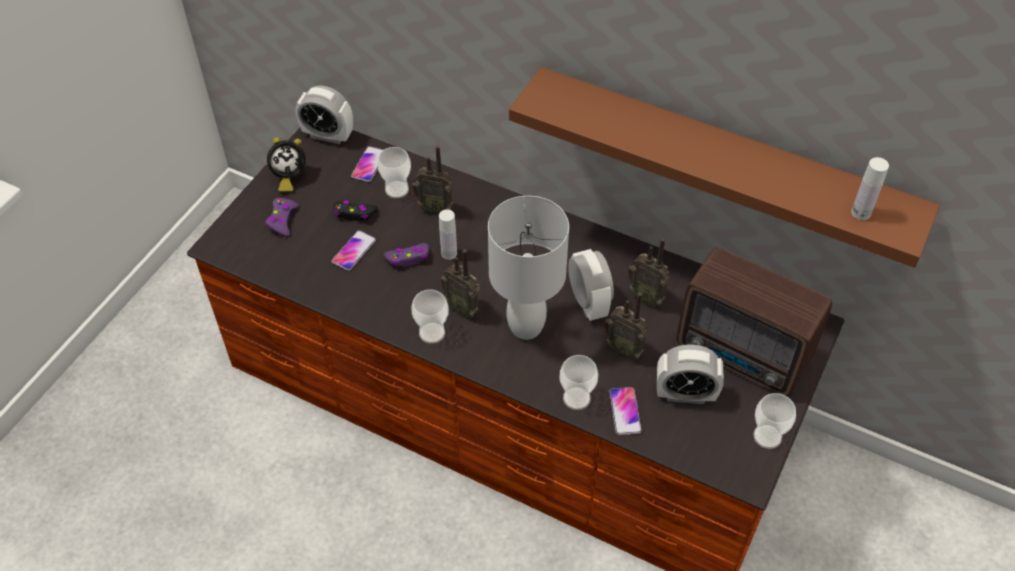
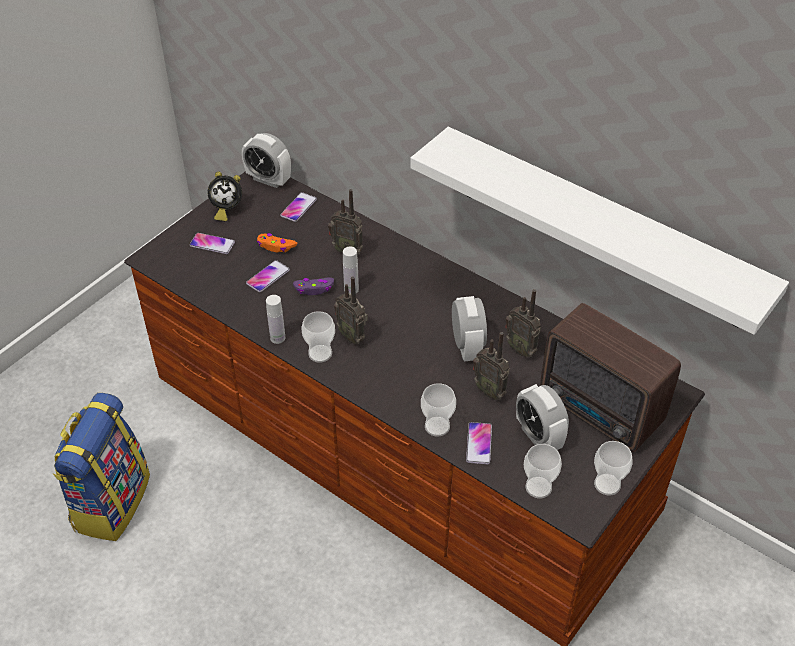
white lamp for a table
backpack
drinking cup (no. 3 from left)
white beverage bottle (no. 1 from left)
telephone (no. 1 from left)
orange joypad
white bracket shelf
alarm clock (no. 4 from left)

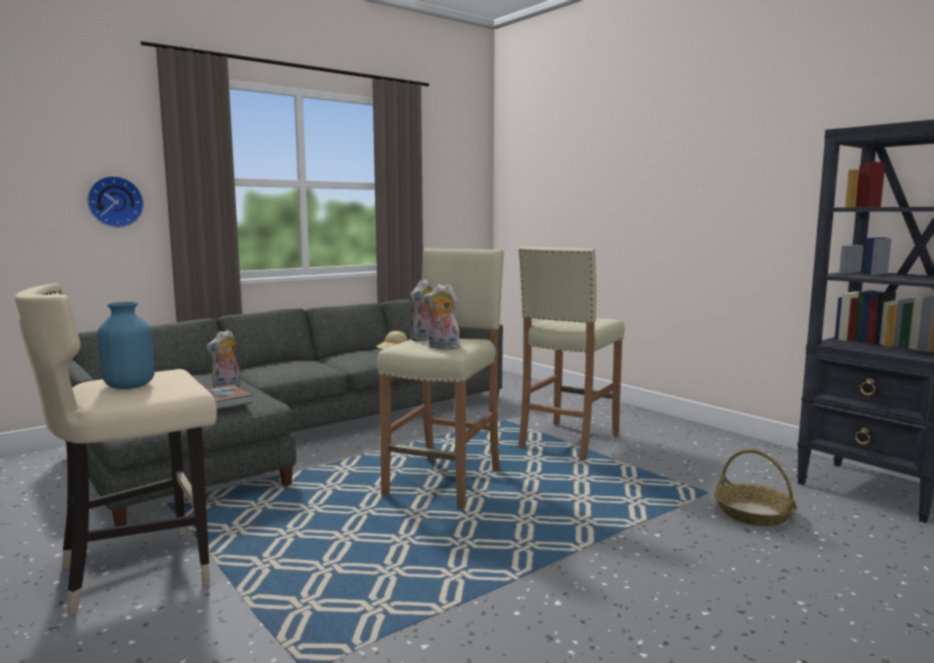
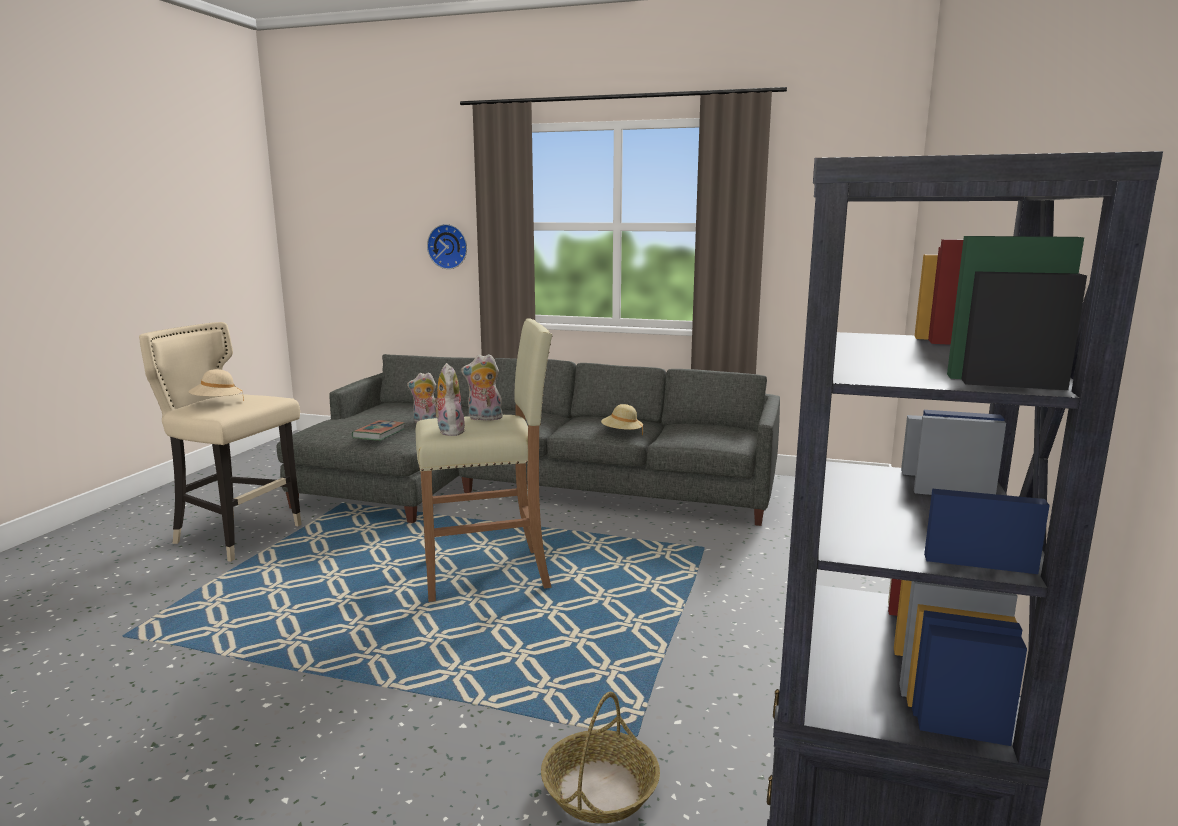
beige-coloured sitting stool (no. 3 from left in the first image)
beige-coloured clothing hat (no. 1 from left)

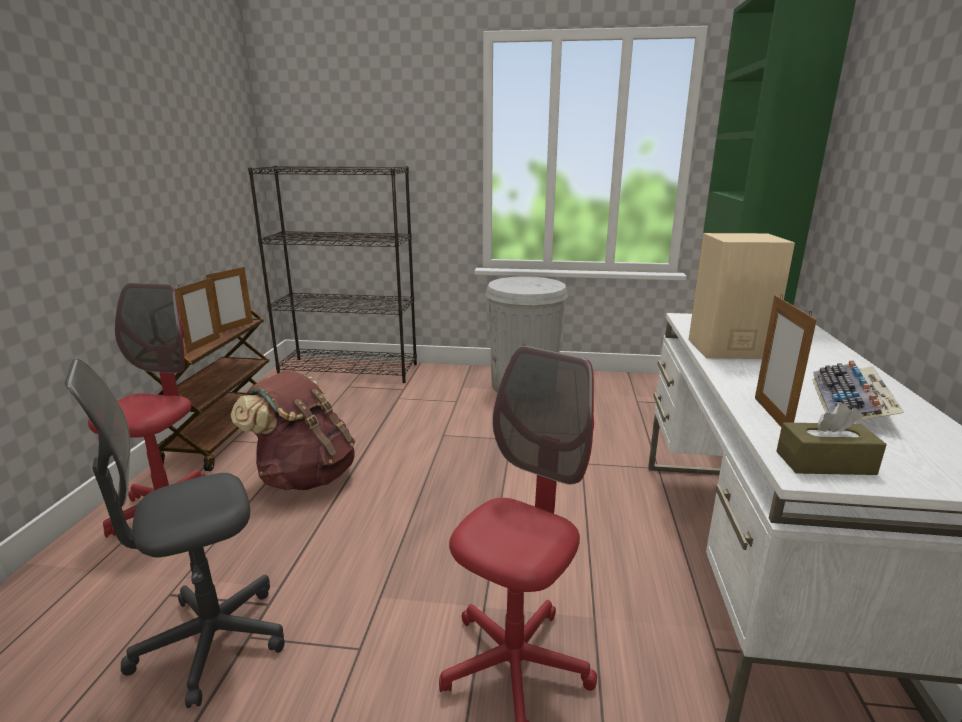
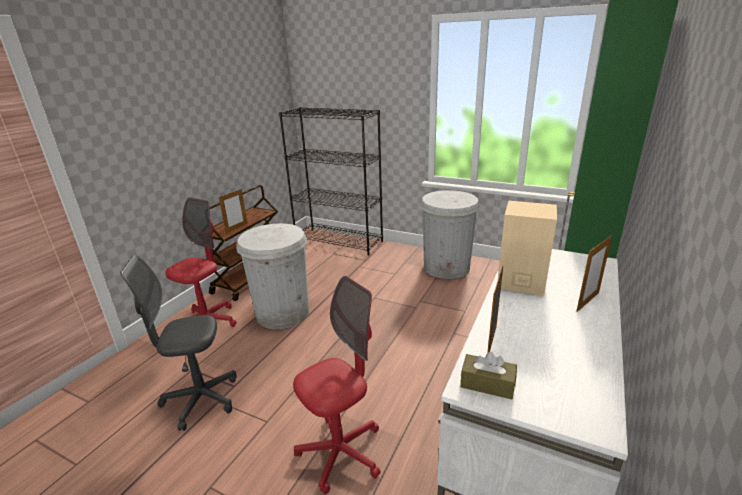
PC keyboard
standing frame (no. 3 from left)
white trash can (no. 1 from left)

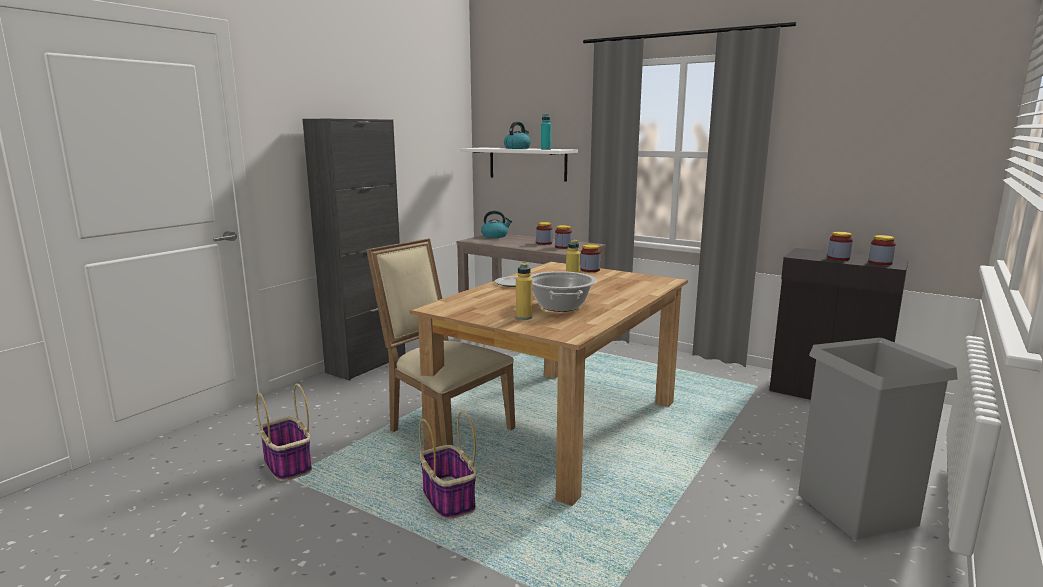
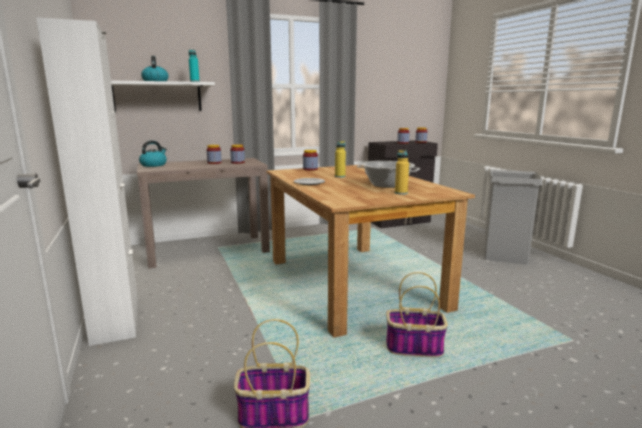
beige-coloured chair
white cupboard

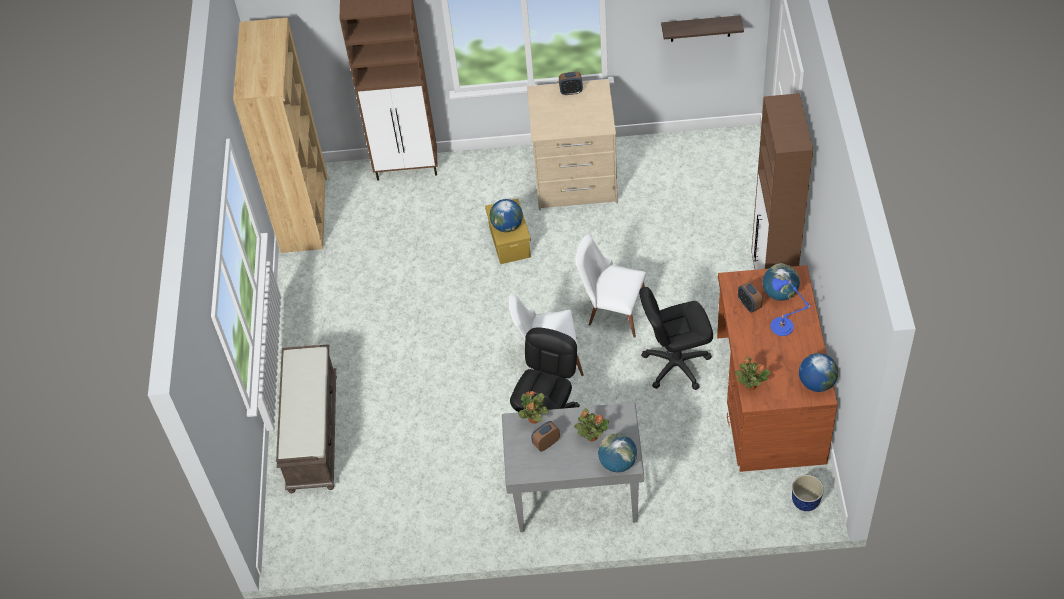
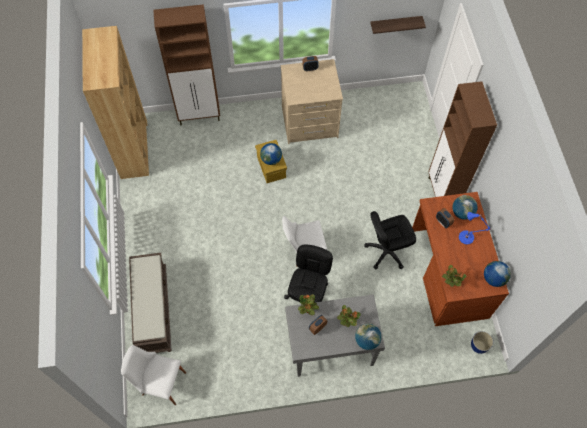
white chair (no. 1 from left)

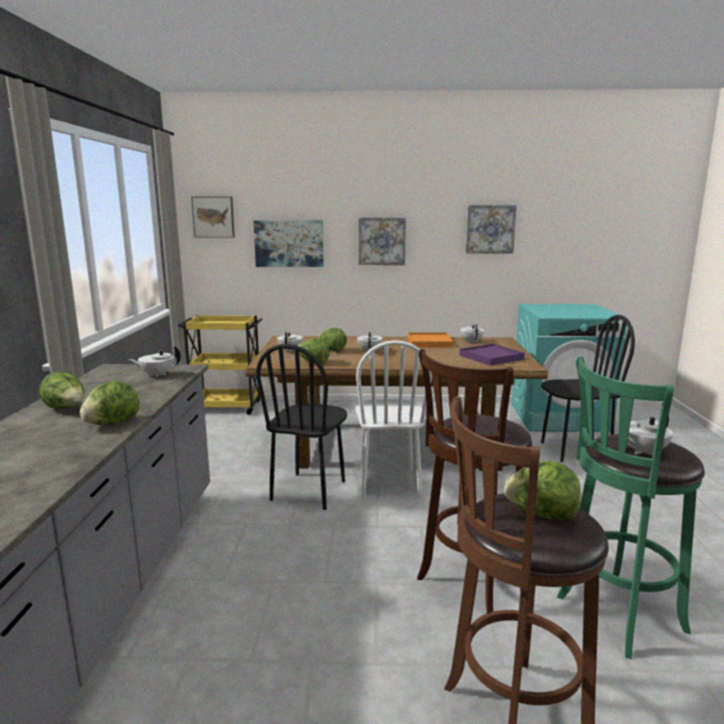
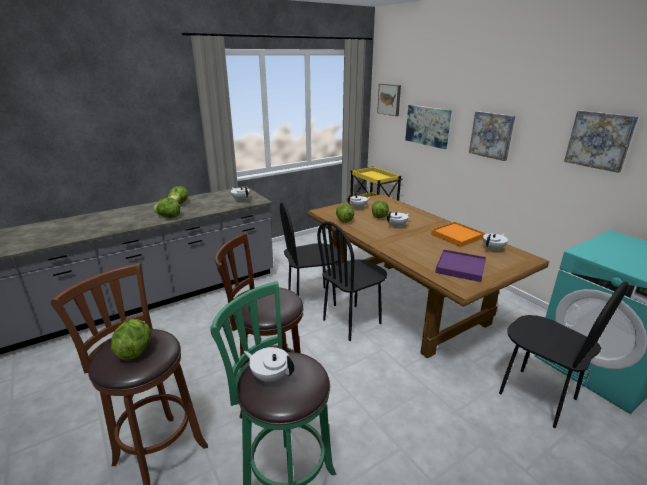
blackish chair (no. 2 from left)

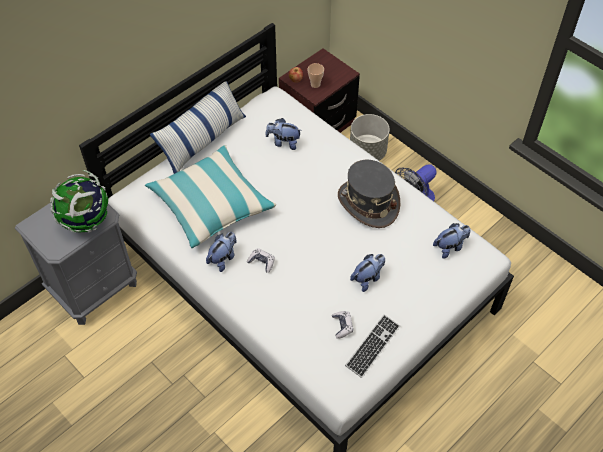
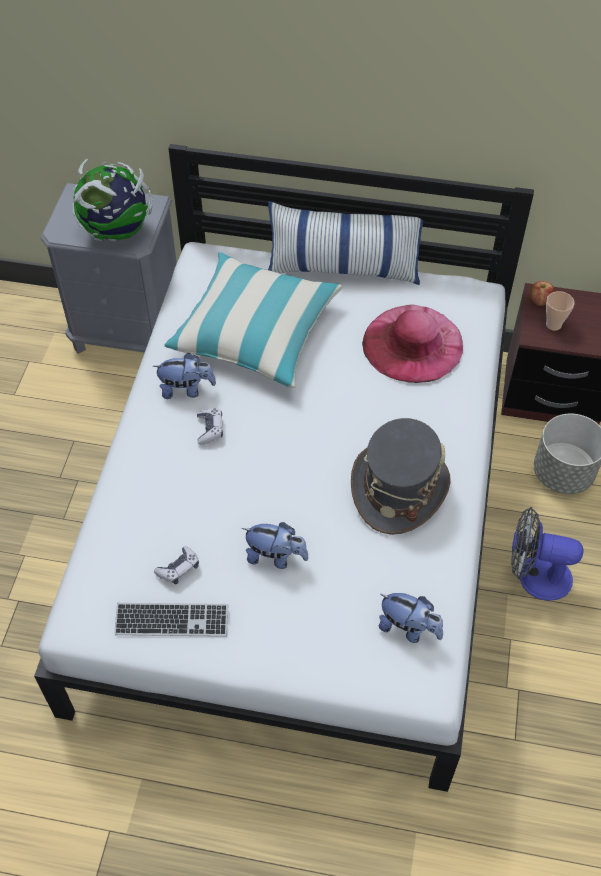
pinkish clothing hat

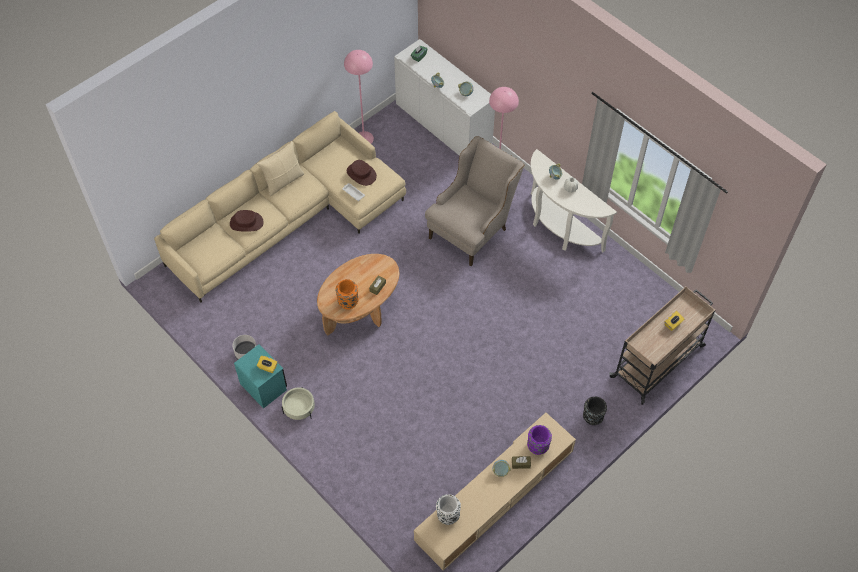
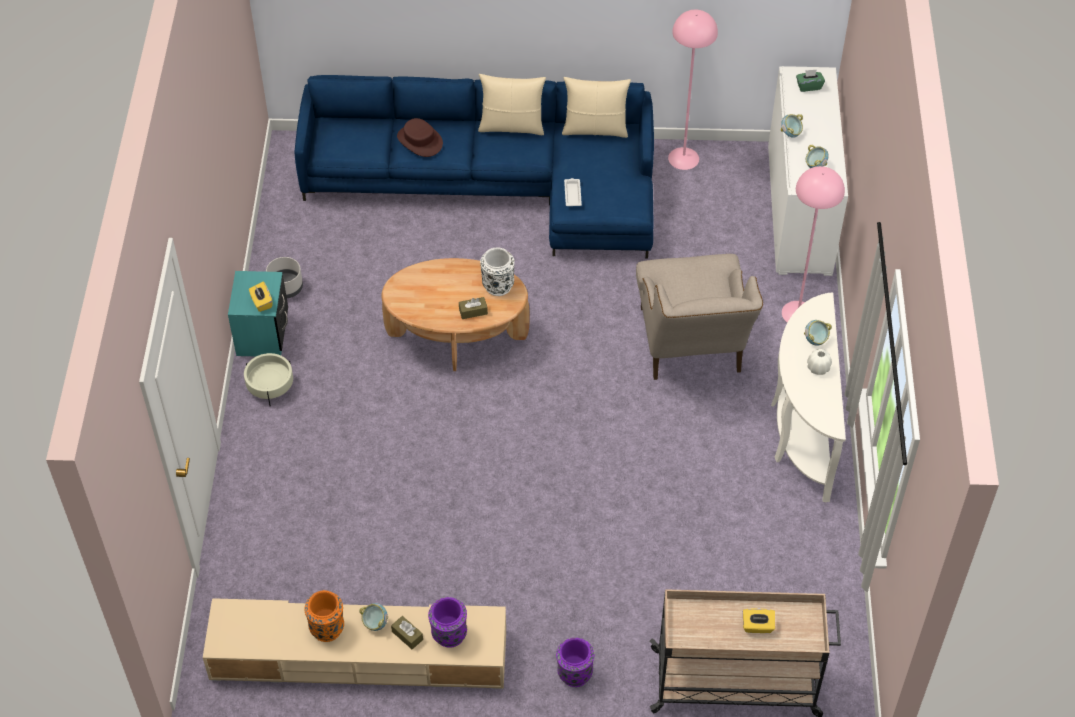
brown-coloured clothing hat (no. 2 from left in the first image)
beige-coloured cushion (no. 2 from left)
orange flower vase
white flower vase (no. 1 from left)
blue-coloured sofa
purple flower vase (no. 2 from left)
beige-coloured easy chair

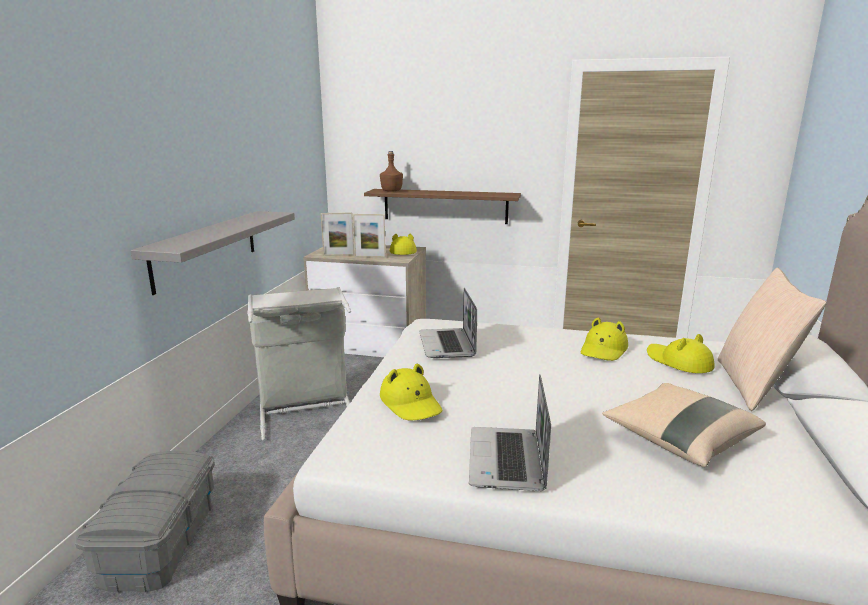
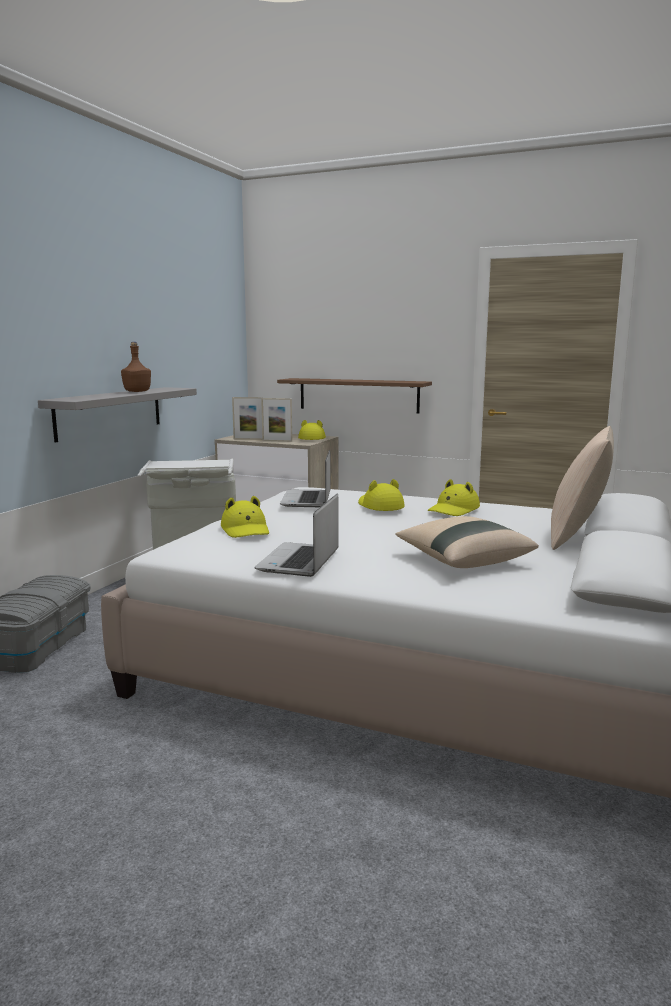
brown-coloured beverage bottle
yellowish clothing hat (no. 3 from left)

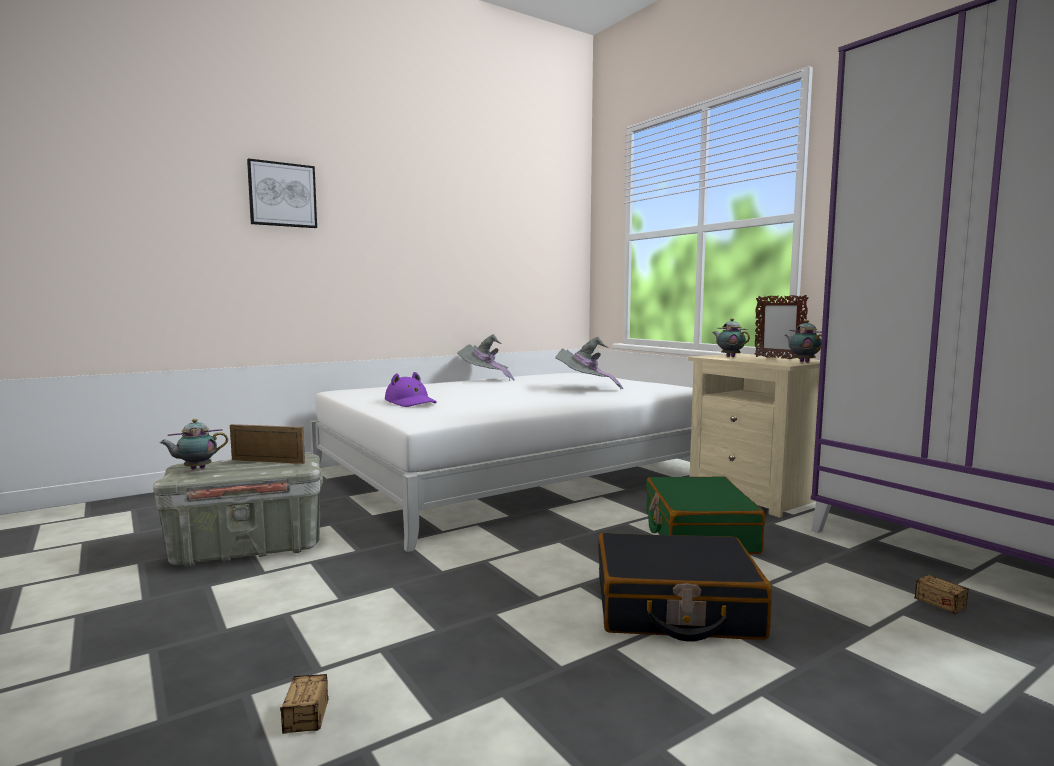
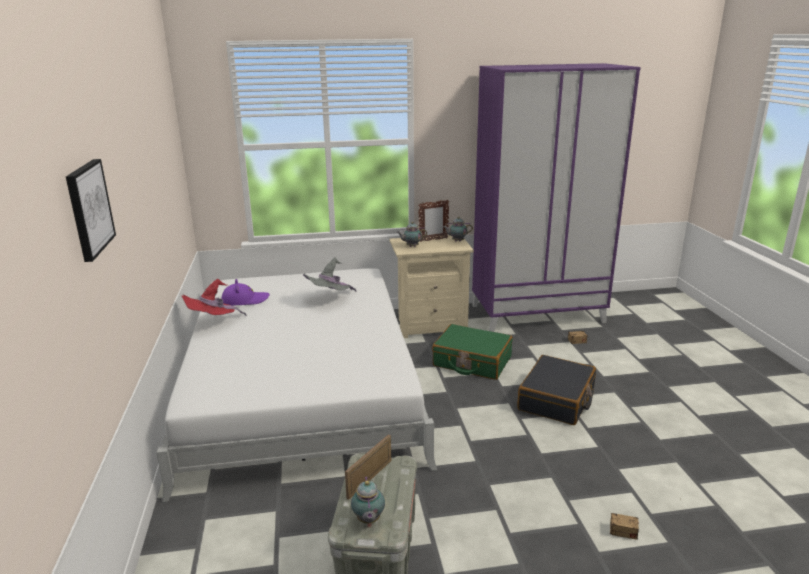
purple clothing hat
red clothing hat

